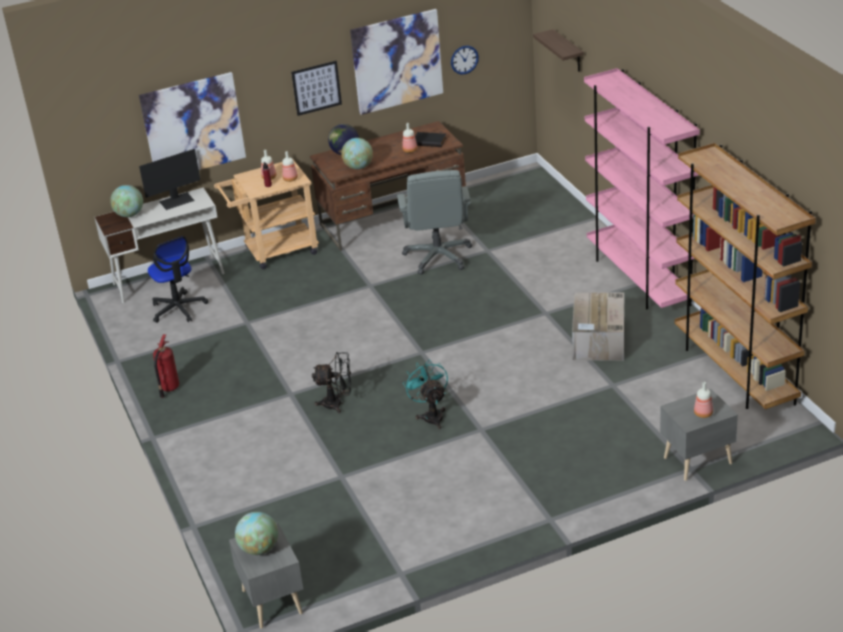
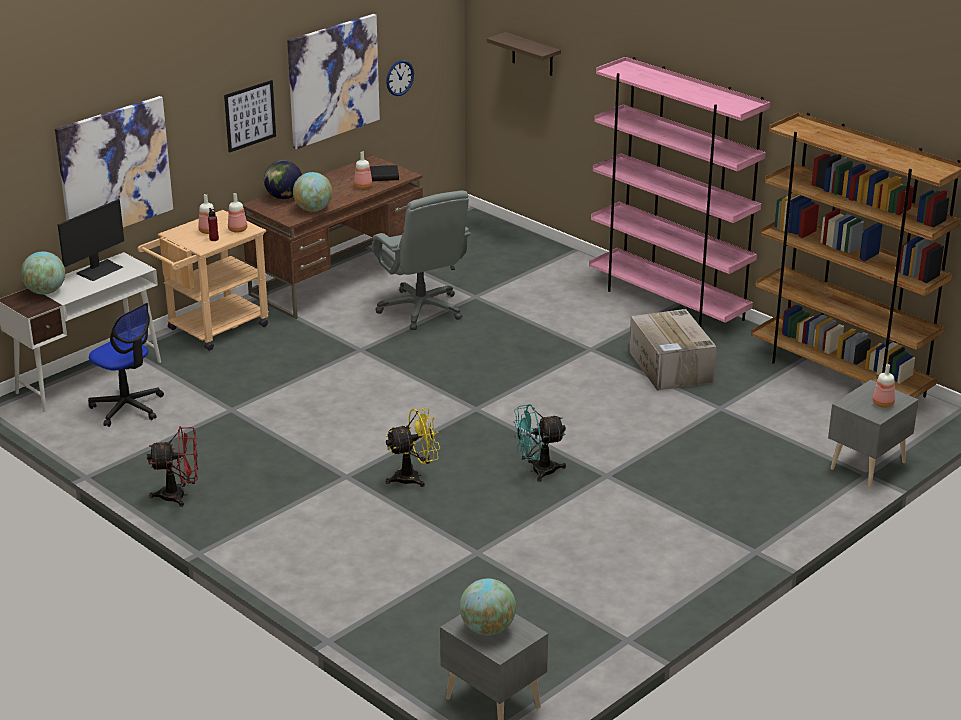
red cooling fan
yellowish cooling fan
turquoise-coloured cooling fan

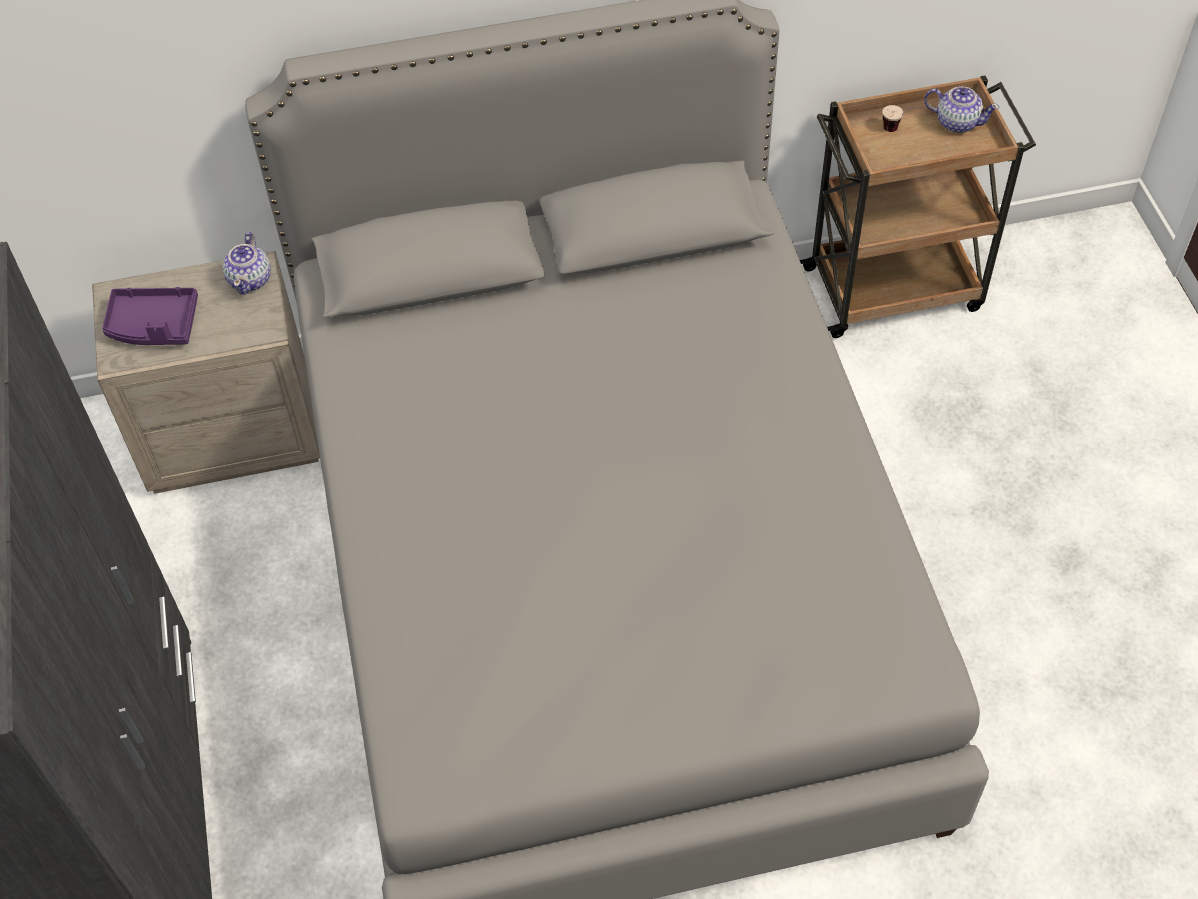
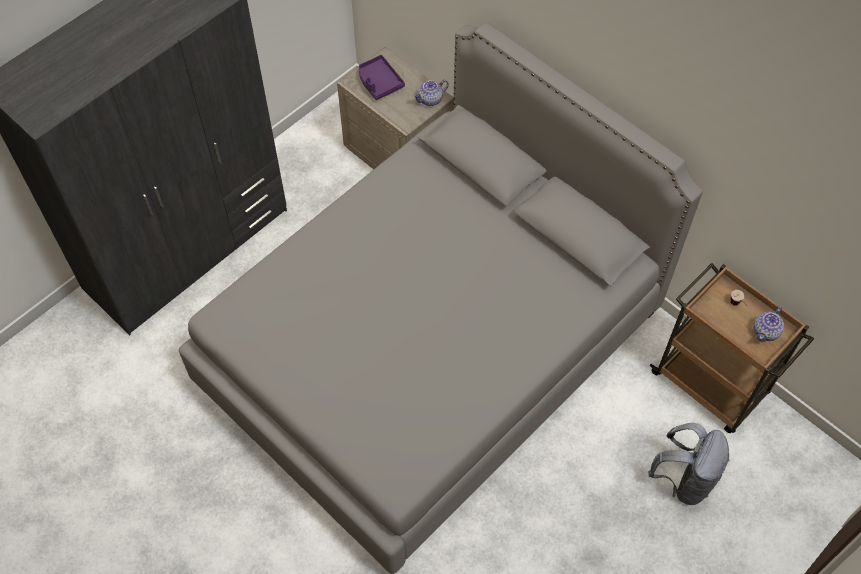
grey backpack
pot for tea (no. 2 from left)

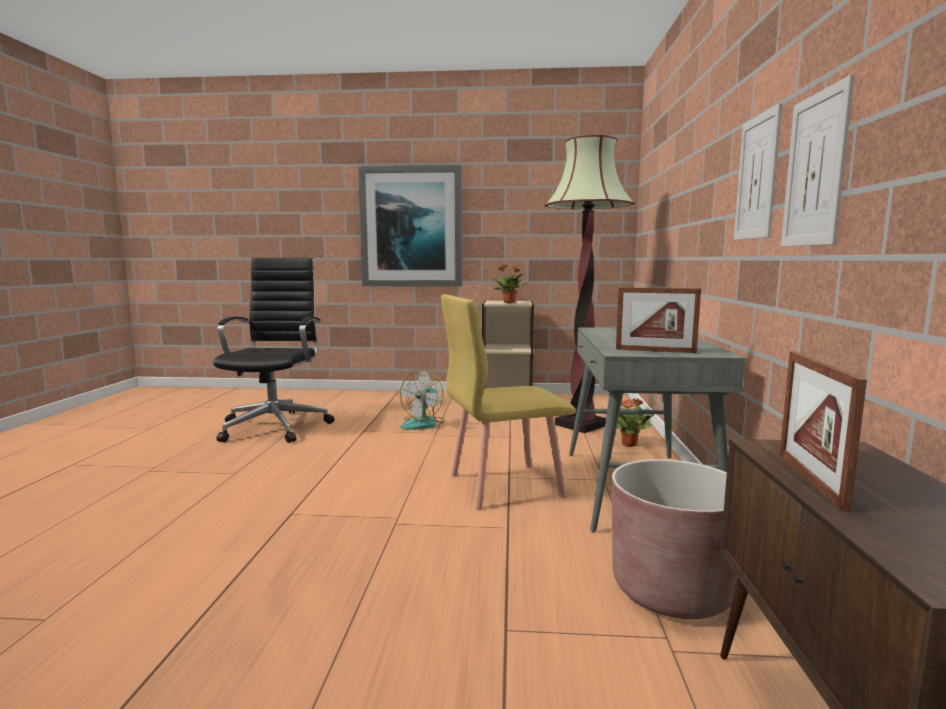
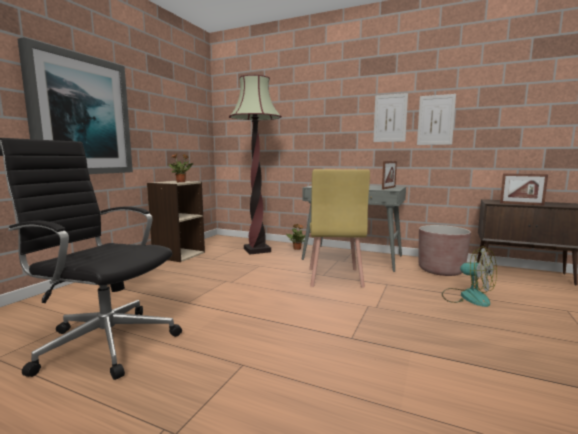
cooling fan

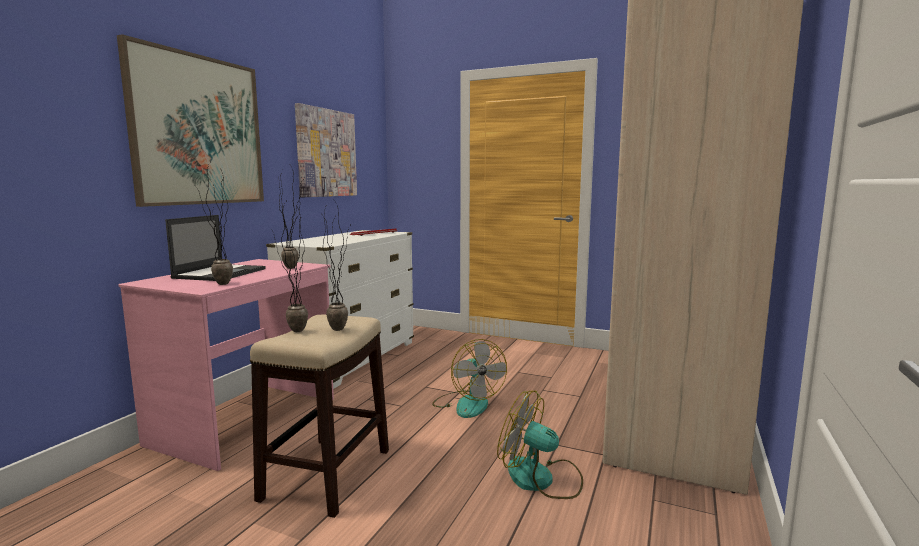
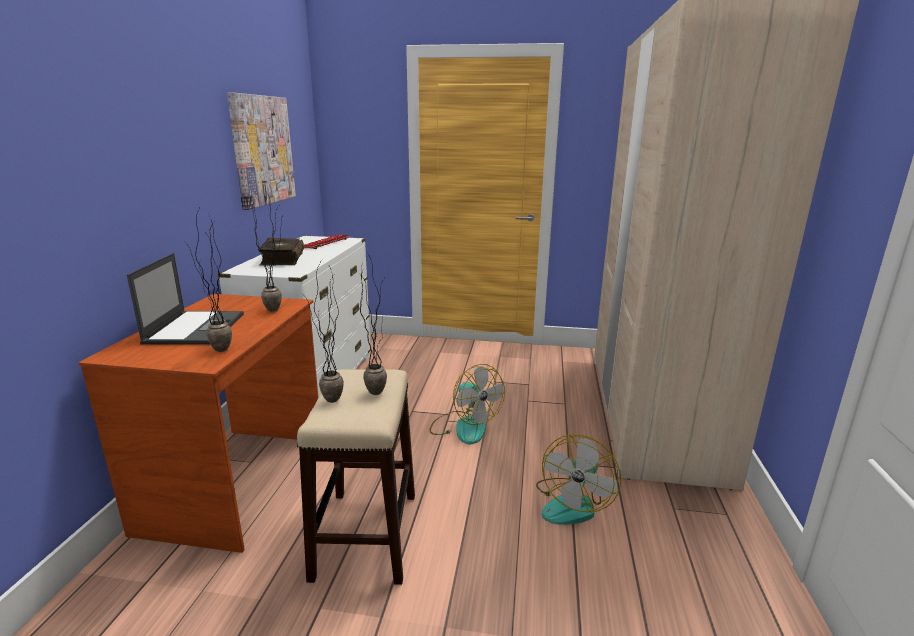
picture (no. 1 from left in the first image)
book
brown-coloured desk table
cooling fan (no. 2 from left)

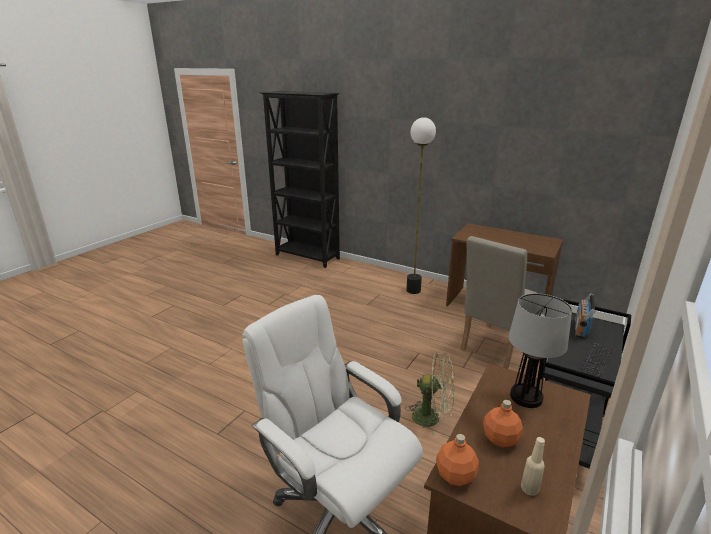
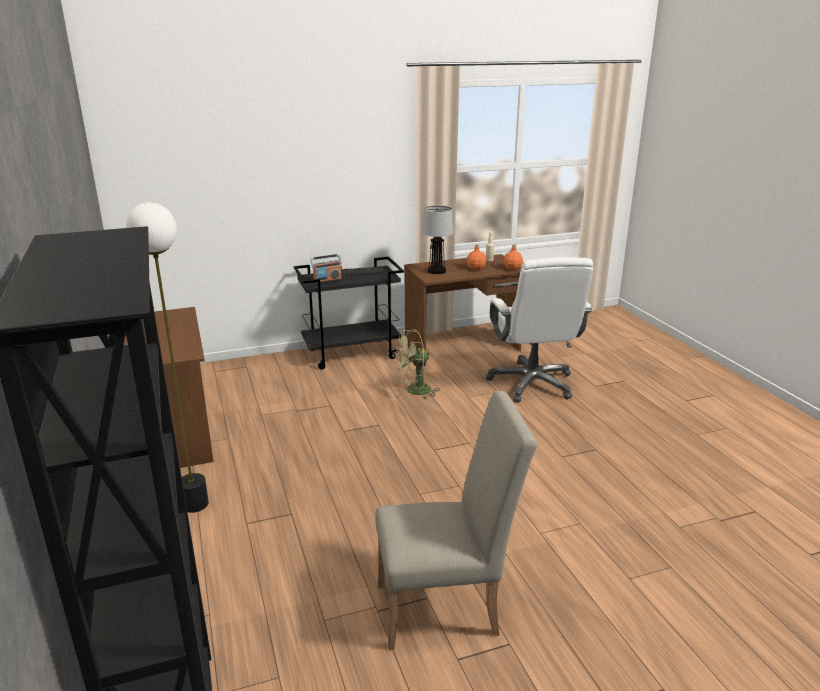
beige-coloured chair
green-coloured cooling fan

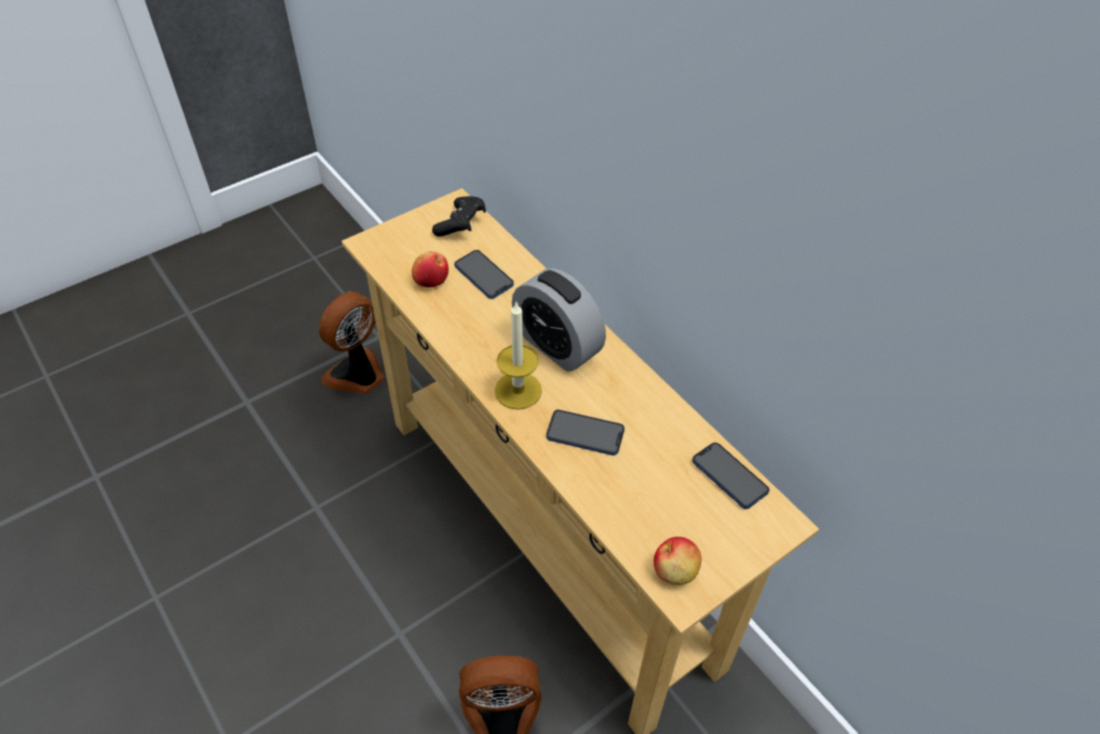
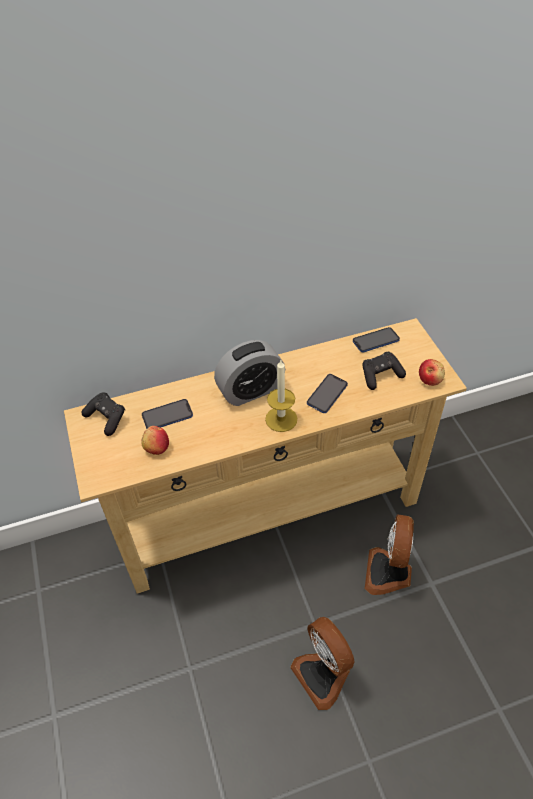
blackish joypad (no. 2 from left)
cooling fan (no. 1 from left)

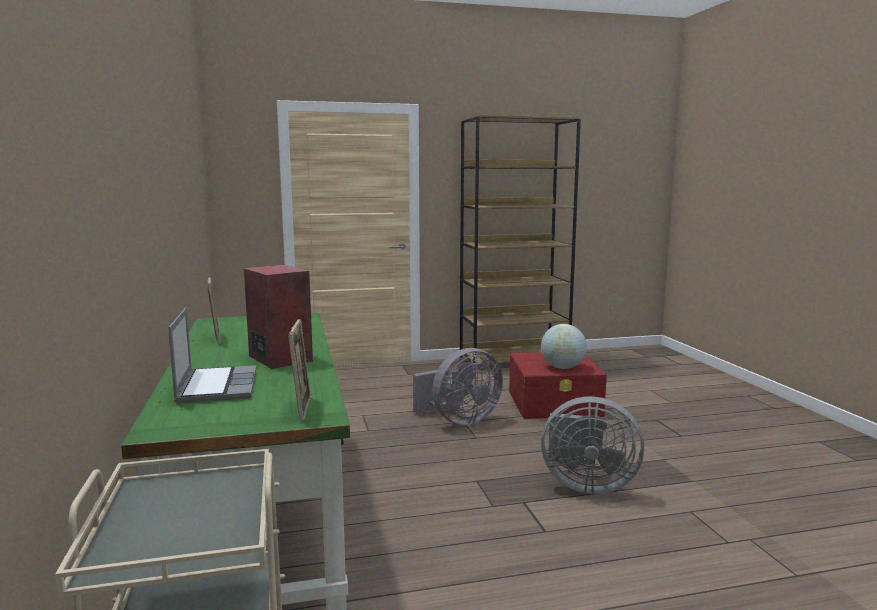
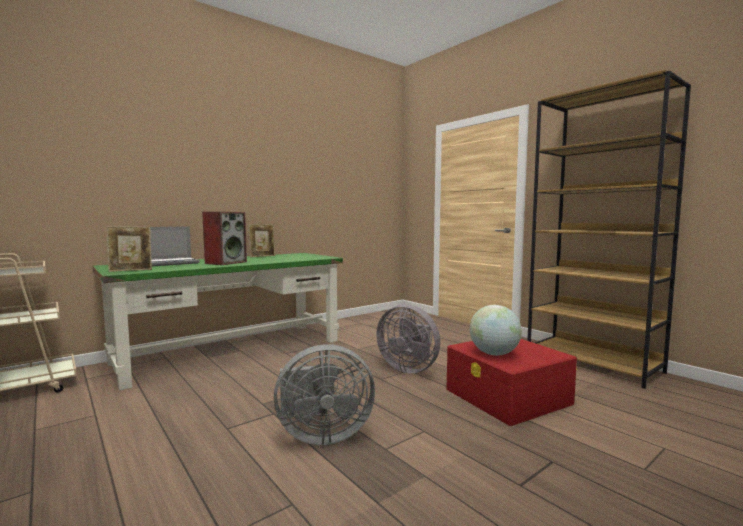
grey cooling fan (no. 1 from left)

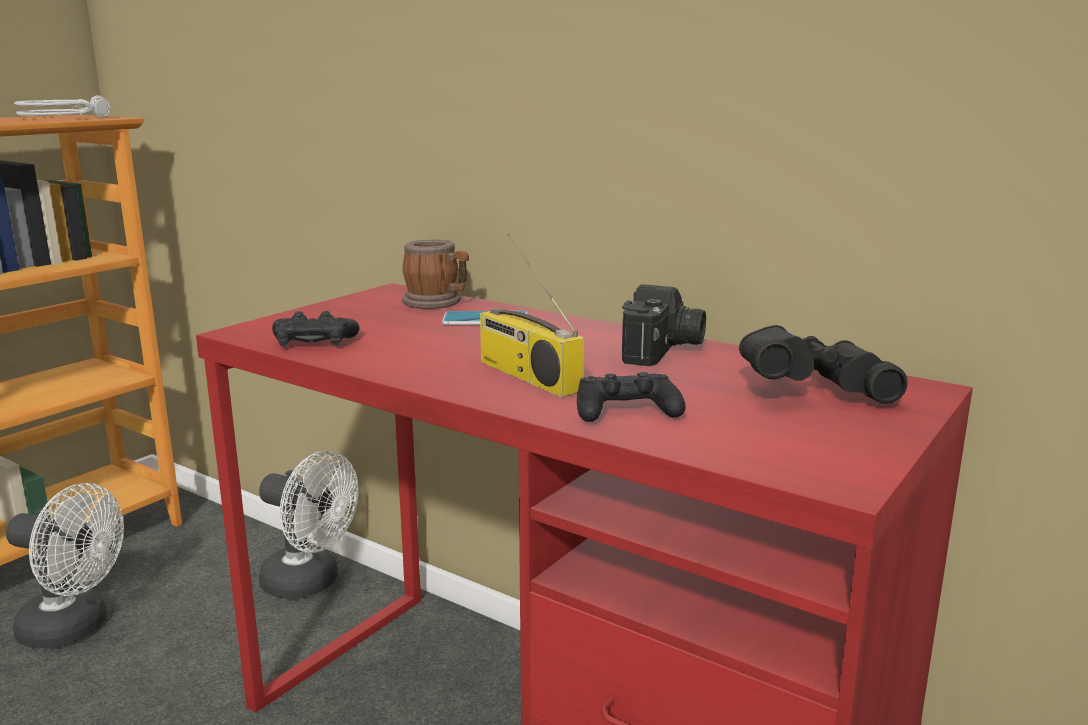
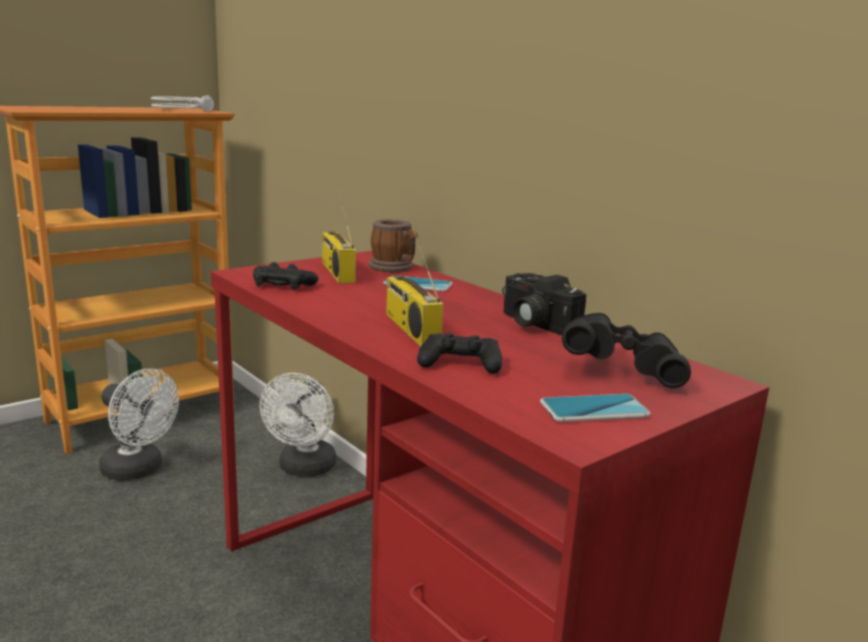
radio (no. 1 from left)
telephone (no. 2 from left)
white cooling fan (no. 2 from left)
photo camera

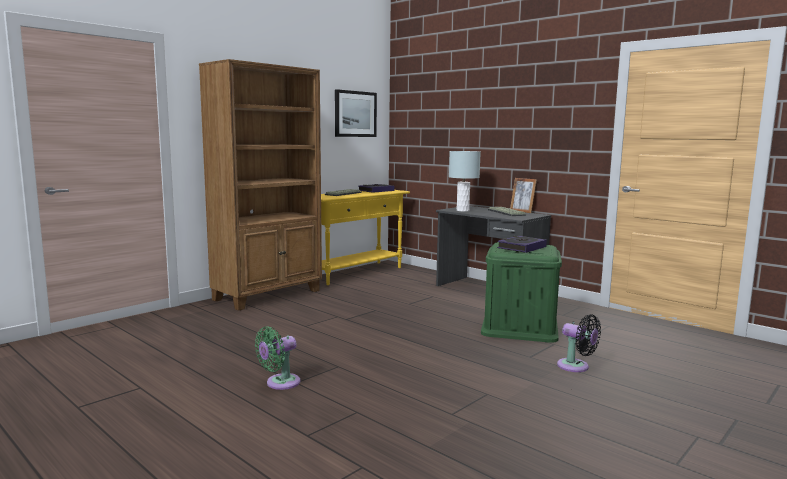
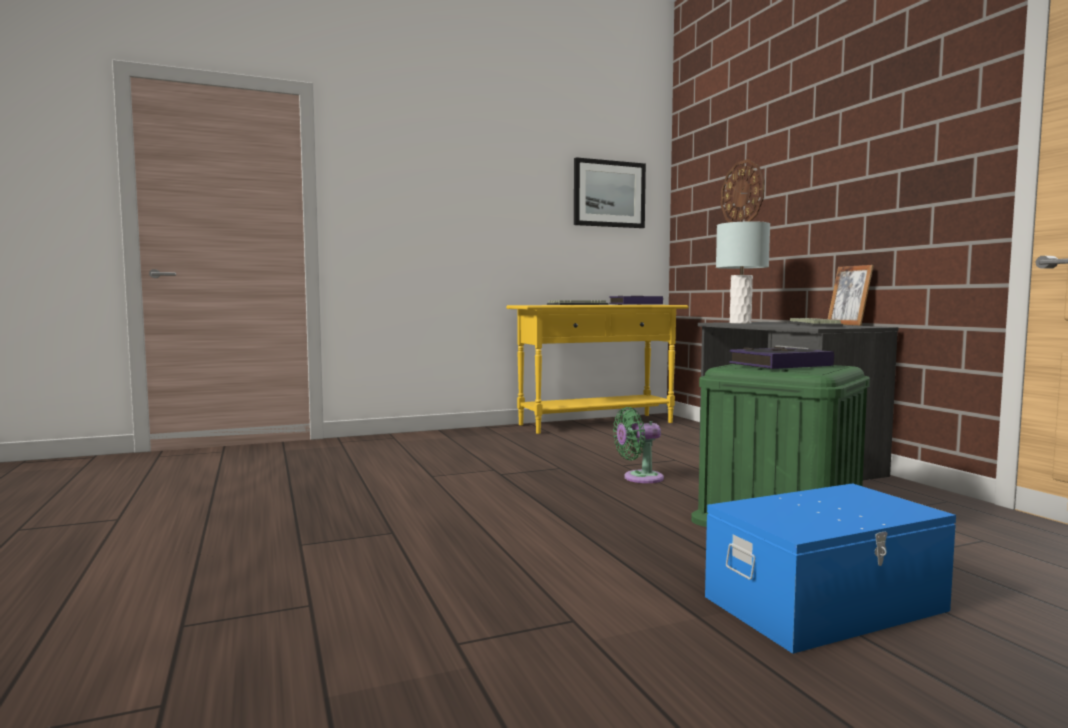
brown-coloured bookshelf
clock on the wall
green-coloured cooling fan
blue-coloured storage container

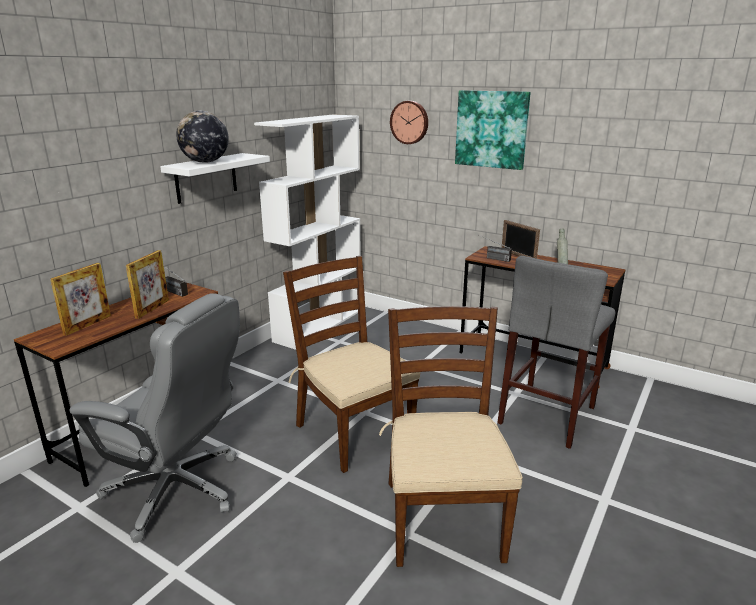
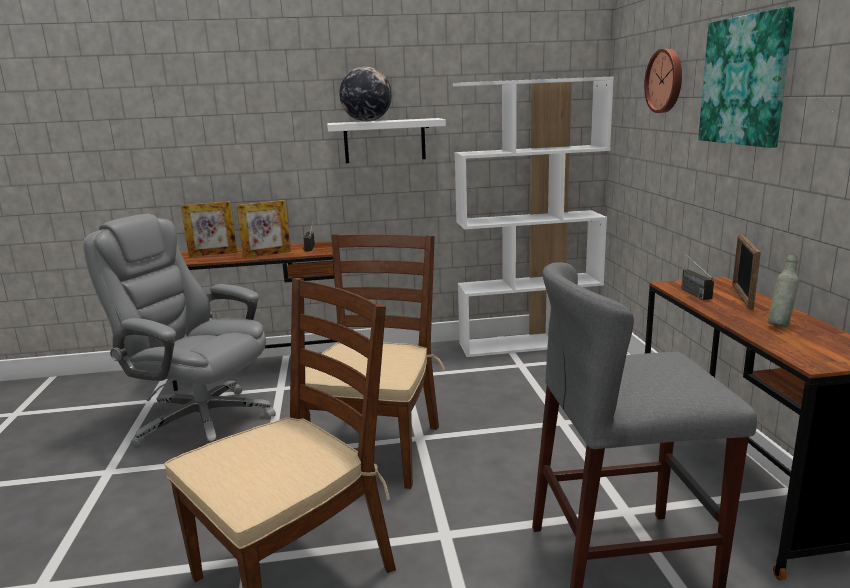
grey computer chair

